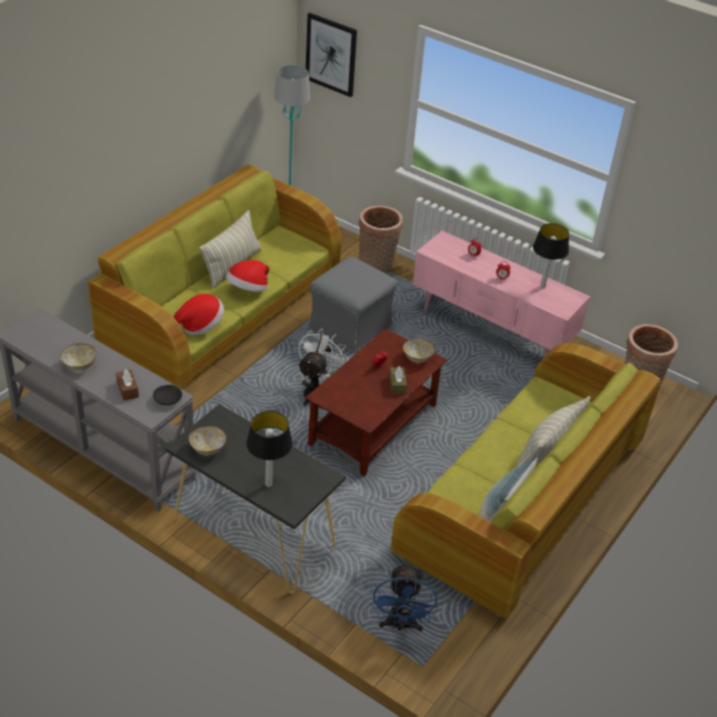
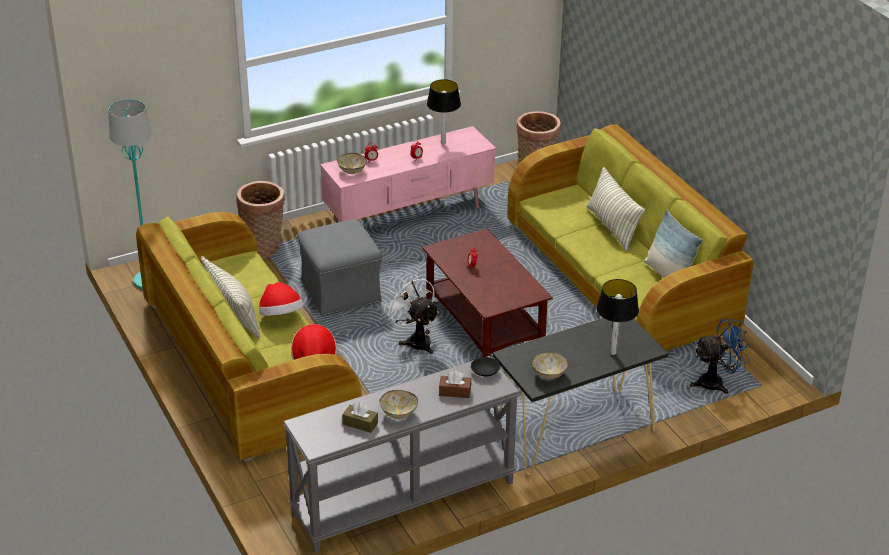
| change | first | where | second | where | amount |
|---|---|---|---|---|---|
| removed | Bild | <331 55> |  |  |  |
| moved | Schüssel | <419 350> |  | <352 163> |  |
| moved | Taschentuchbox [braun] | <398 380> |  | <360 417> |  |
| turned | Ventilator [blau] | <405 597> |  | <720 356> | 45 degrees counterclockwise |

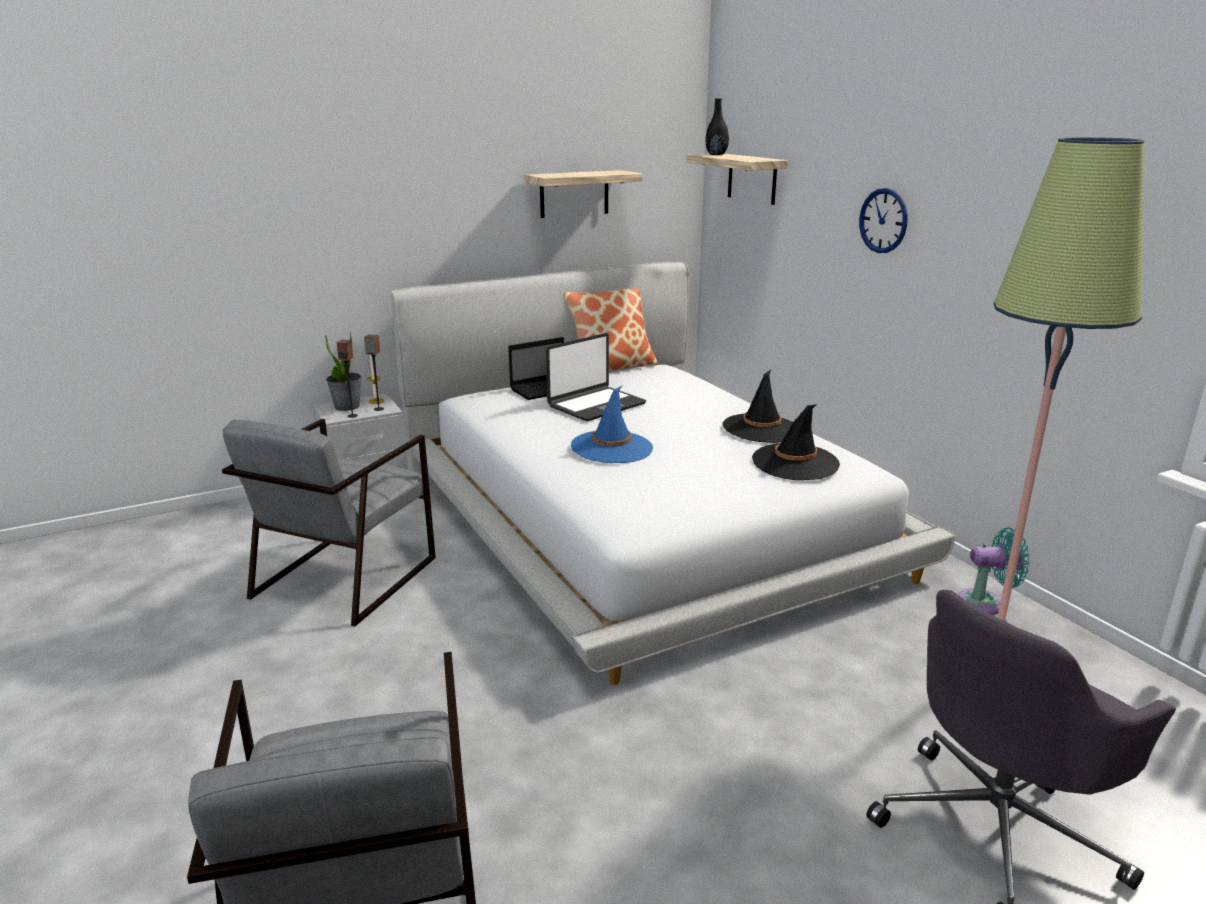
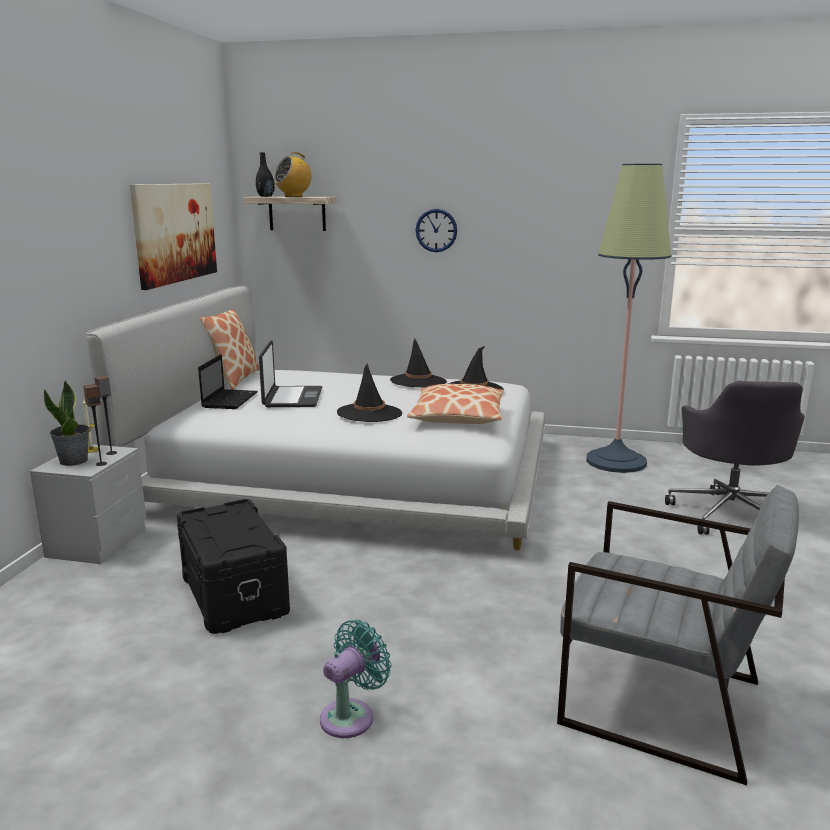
| change | first | where | second | where | amount |
|---|---|---|---|---|---|
| replaced | Wandregal | <584 194> | Bild | <173 236> |  |
| recoloured | Hut [blau] | <612 424> | Hut [schwarz] | <369 392> |  |
| replaced | Sessel [grau] | <329 523> | Aufbewahrungsbox [schwarz] | <233 566> |  |
| moved | Ventilator [türkis] | <993 571> |  | <356 679> |  |
| added |  |  | Radio | <292 174> |  |
| added |  |  | Kissen | <455 404> |  |

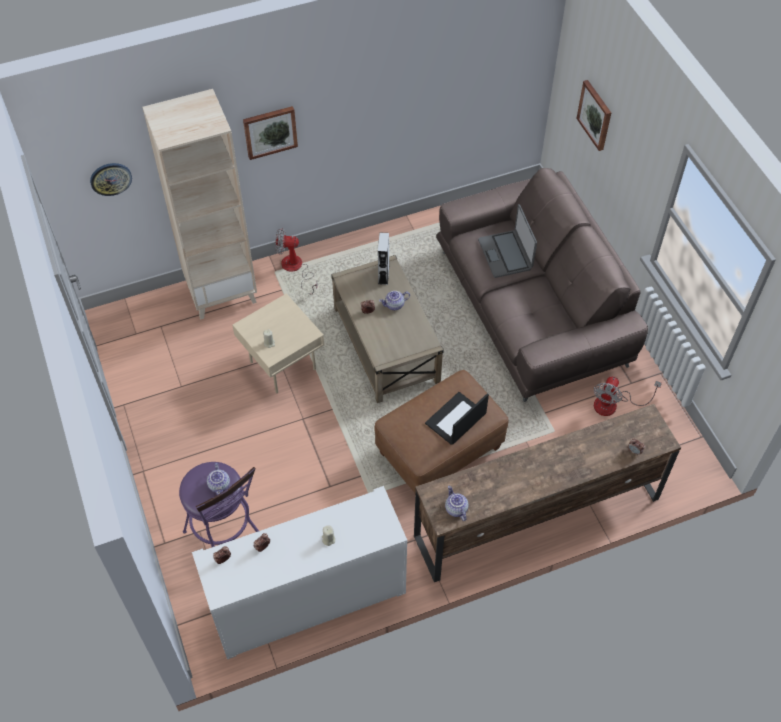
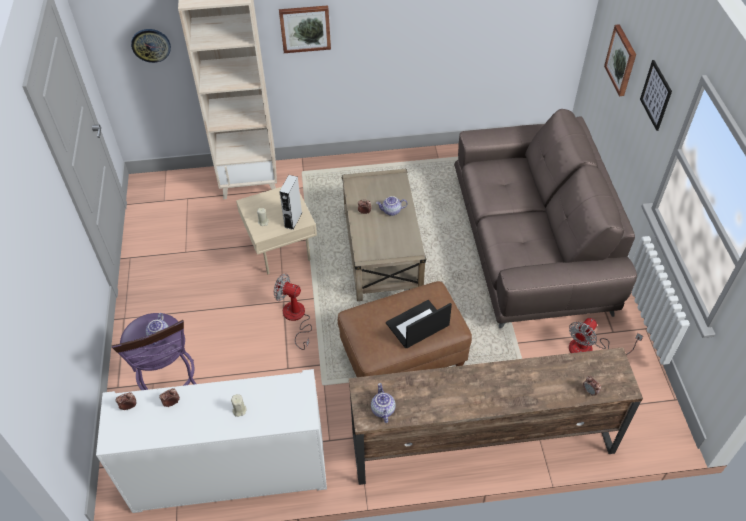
| change | first | where | second | where | amount |
|---|---|---|---|---|---|
| removed | Laptop | <507 241> |  |  |  |
| moved | Ventilator | <296 261> |  | <293 311> |  |
| moved | Lautsprecher [grau] | <383 258> |  | <290 202> |  |
| added |  |  | Bild | <656 95> |  |

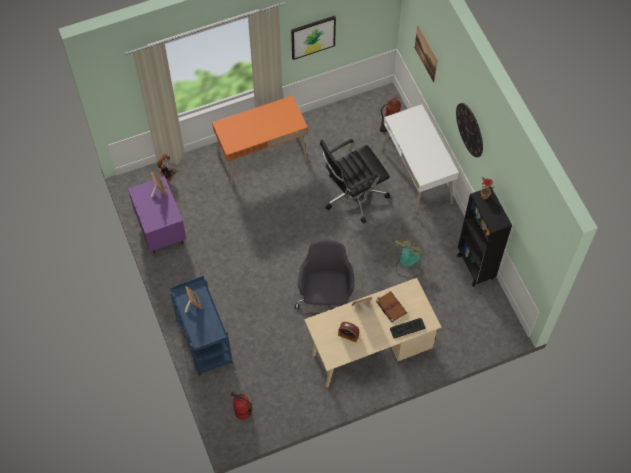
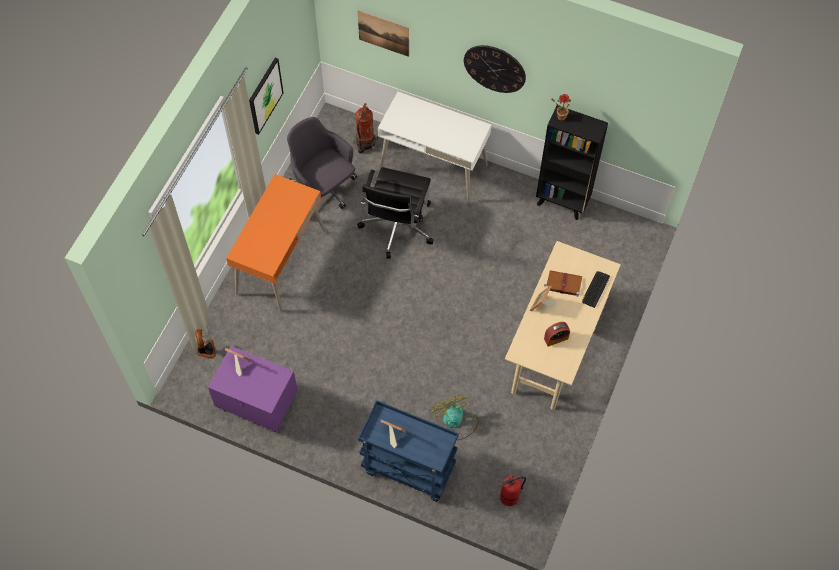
| change | first | where | second | where | amount |
|---|---|---|---|---|---|
| moved | Ventilator | <408 258> |  | <455 417> |  |
| moved | Bürostuhl [grau] | <324 275> |  | <322 163> |  |

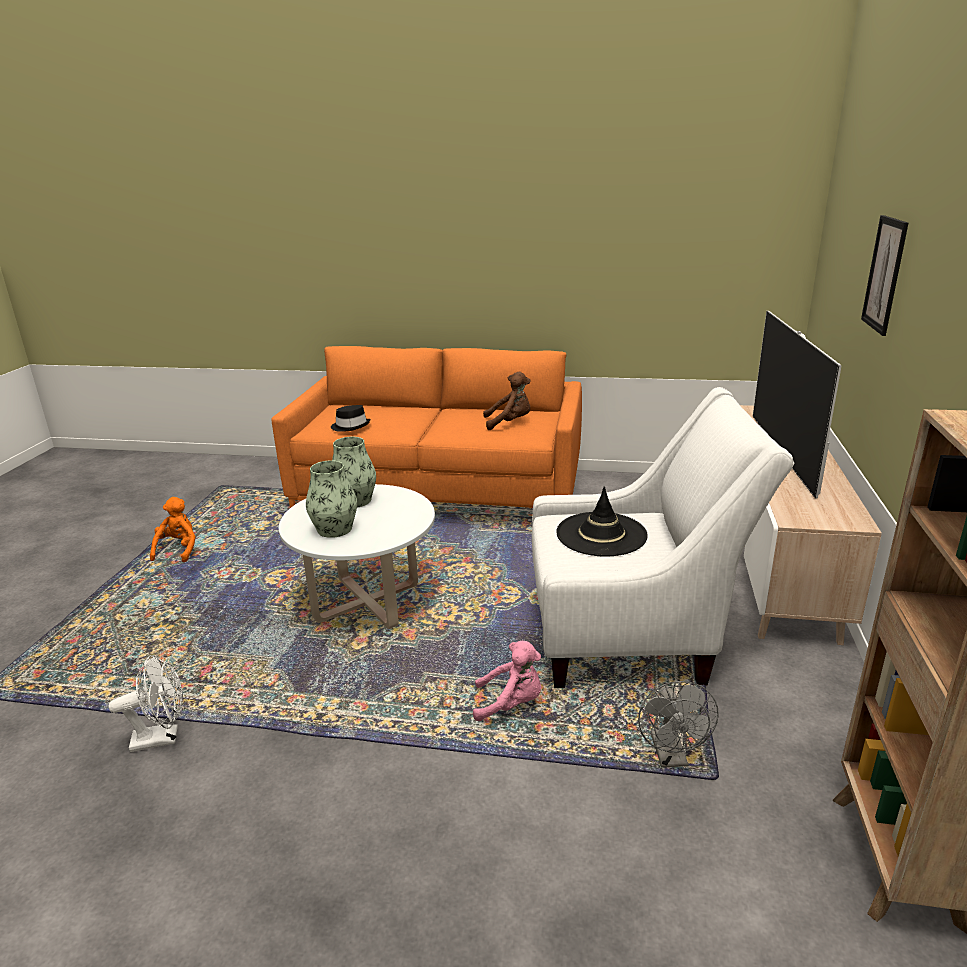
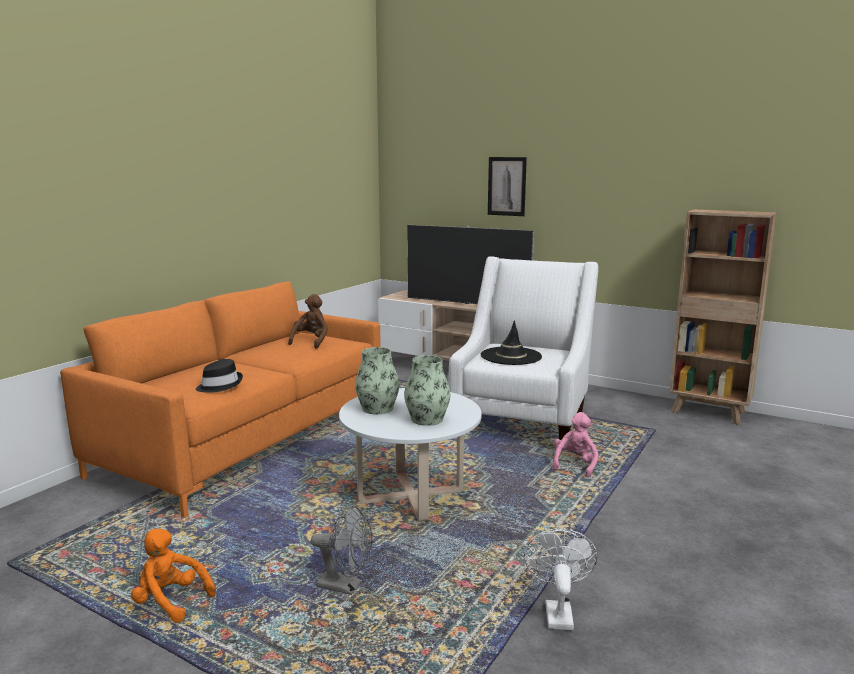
| change | first | where | second | where | amount |
|---|---|---|---|---|---|
| moved | Ventilator [grau] | <678 724> |  | <341 550> |  |

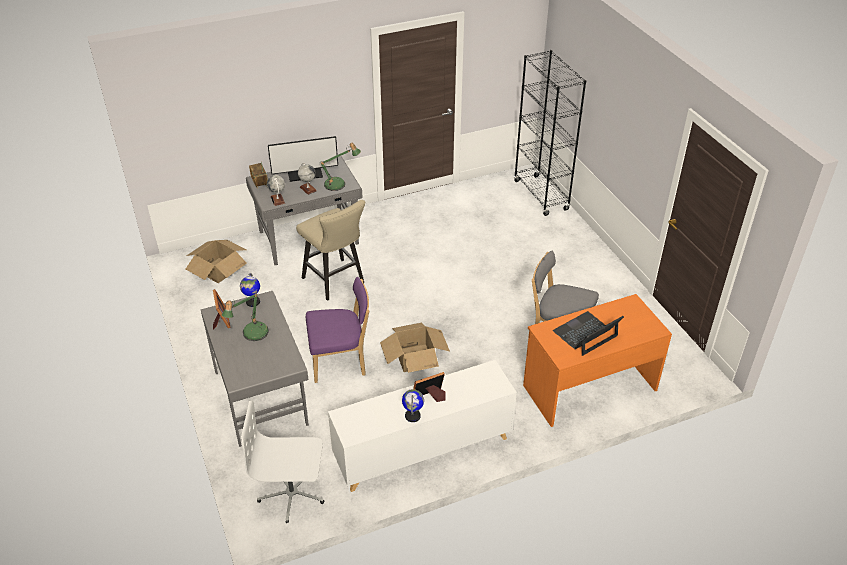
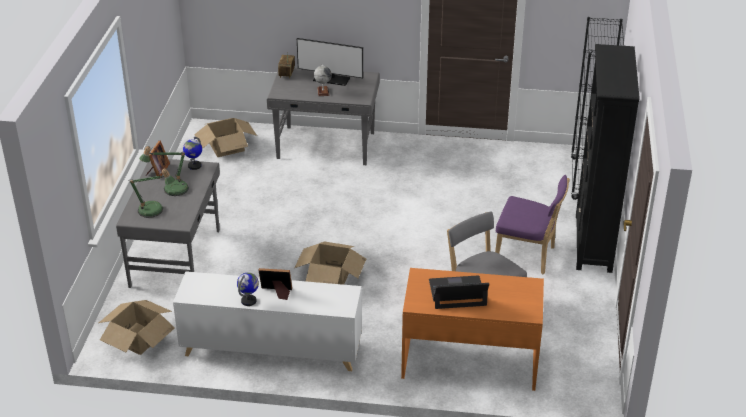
| change | first | where | second | where | amount |
|---|---|---|---|---|---|
| moved | Tischlampe | <341 167> |  | <151 193> |  |
| removed | Globus | <276 190> |  |  |  |
| removed | Hocker [beige] | <330 250> |  |  |  |
| moved | Stuhl [lila] | <338 330> |  | <532 225> |  |
| replaced | Bürostuhl [weiß] | <282 462> | Karton | <137 327> |  |
| added |  |  | Bücherregal [schwarz] | <608 158> |  |

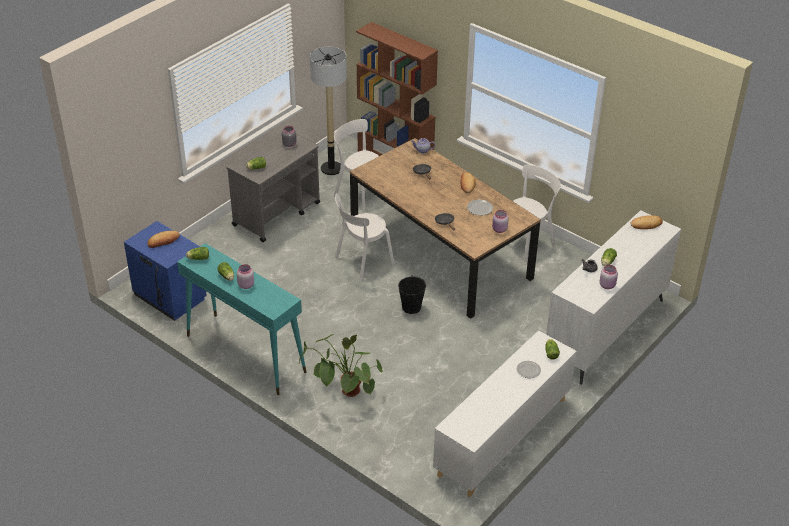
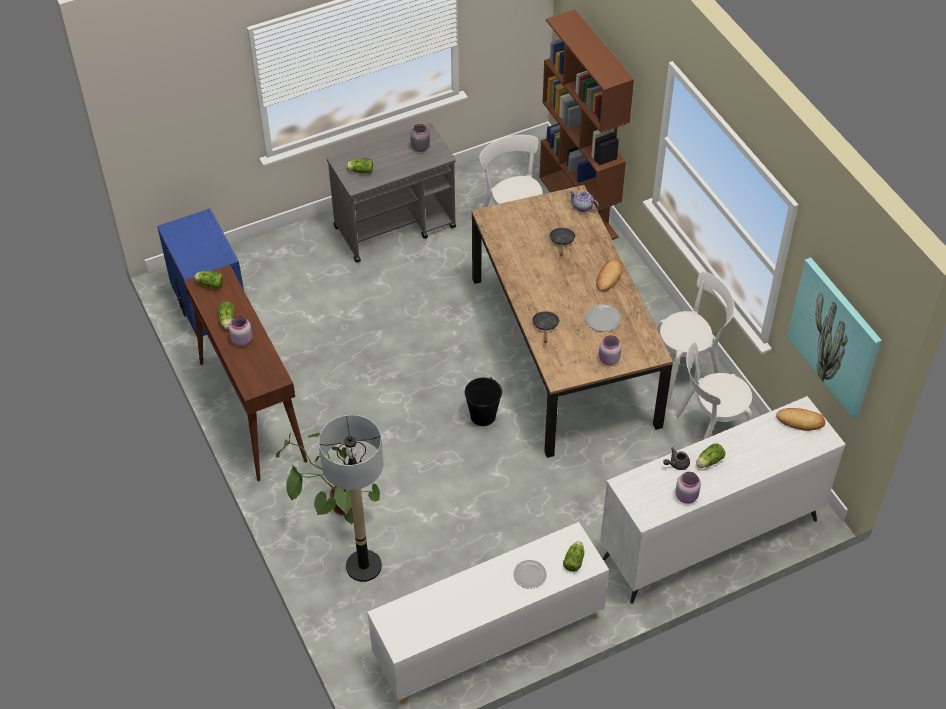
| change | first | where | second | where | amount |
|---|---|---|---|---|---|
| moved | Stehlampe | <328 111> |  | <351 498> |  |
| moved | Stuhl [weiß] | <365 237> |  | <713 391> |  |
| removed | Brot | <163 239> |  |  |  |
| recoloured | Konsolentisch [türkis] | <241 319> | Konsolentisch [braun] | <246 373> |  |
| added |  |  | Bild | <834 337> |  |

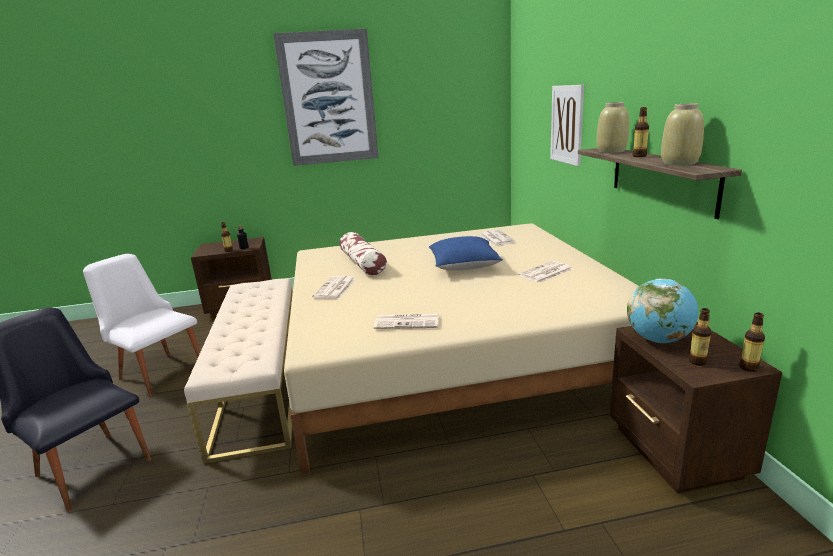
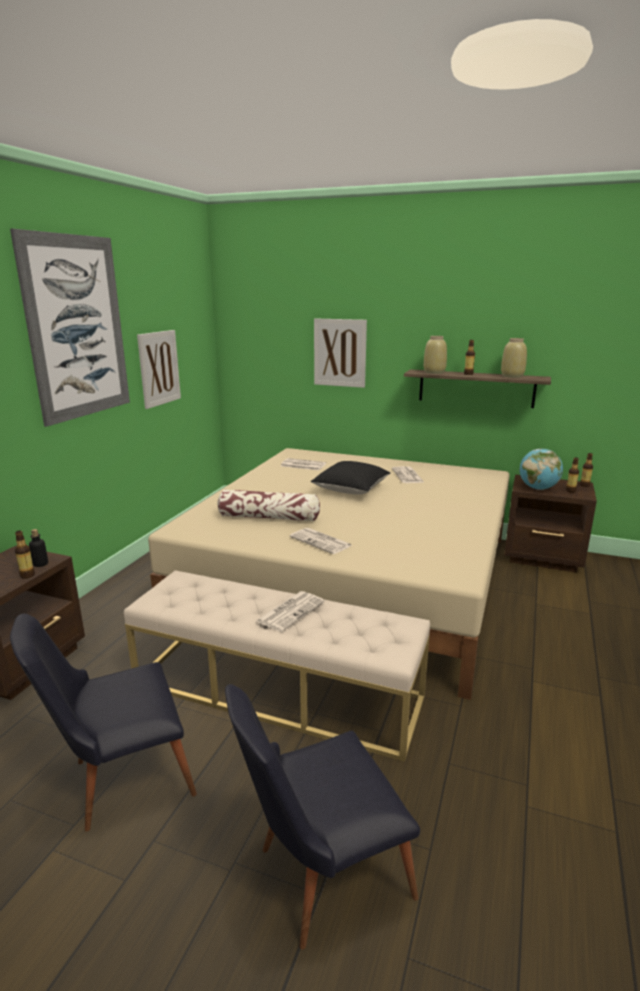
| change | first | where | second | where | amount |
|---|---|---|---|---|---|
| recoloured | Kissen [blau] | <466 253> | Kissen [schwarz] | <350 478> |  |
| recoloured | Stuhl [weiß] | <141 325> | Stuhl [schwarz] | <103 722> |  |
| moved | Zeitung | <406 321> |  | <290 611> |  |
| added |  |  | Bild | <159 369> |  |

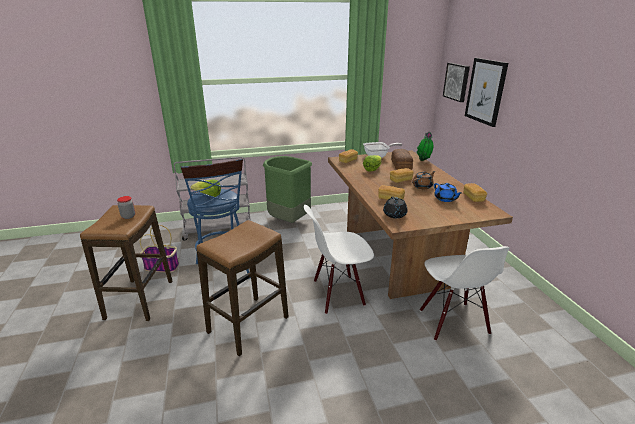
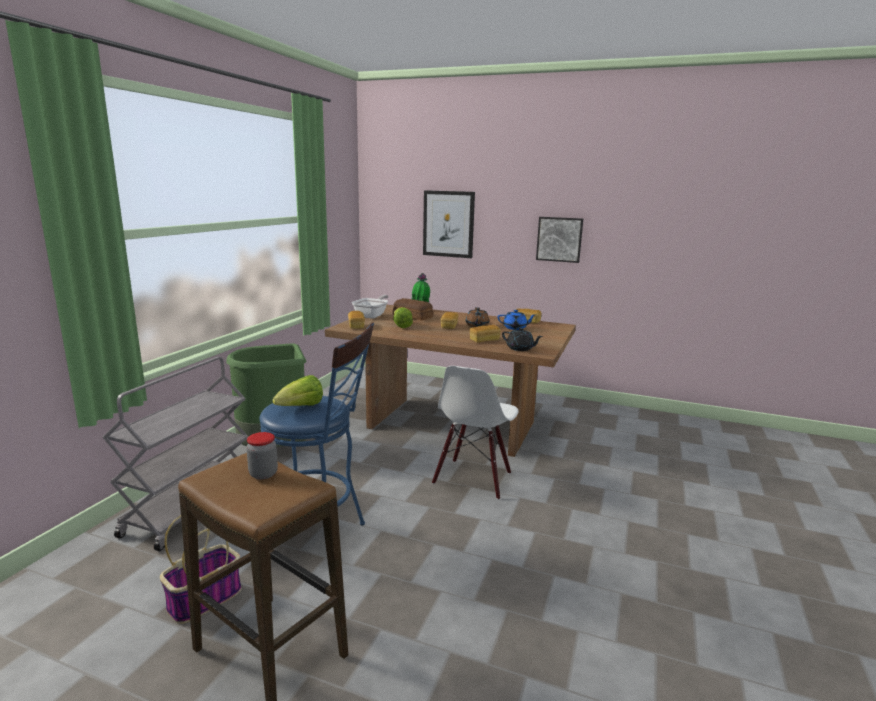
| change | first | where | second | where | amount |
|---|---|---|---|---|---|
| moved | Bild | <456 82> |  | <559 240> |  |
| removed | Hocker | <242 288> |  |  |  |
| removed | Stuhl [weiß] | <465 293> |  |  |  |

